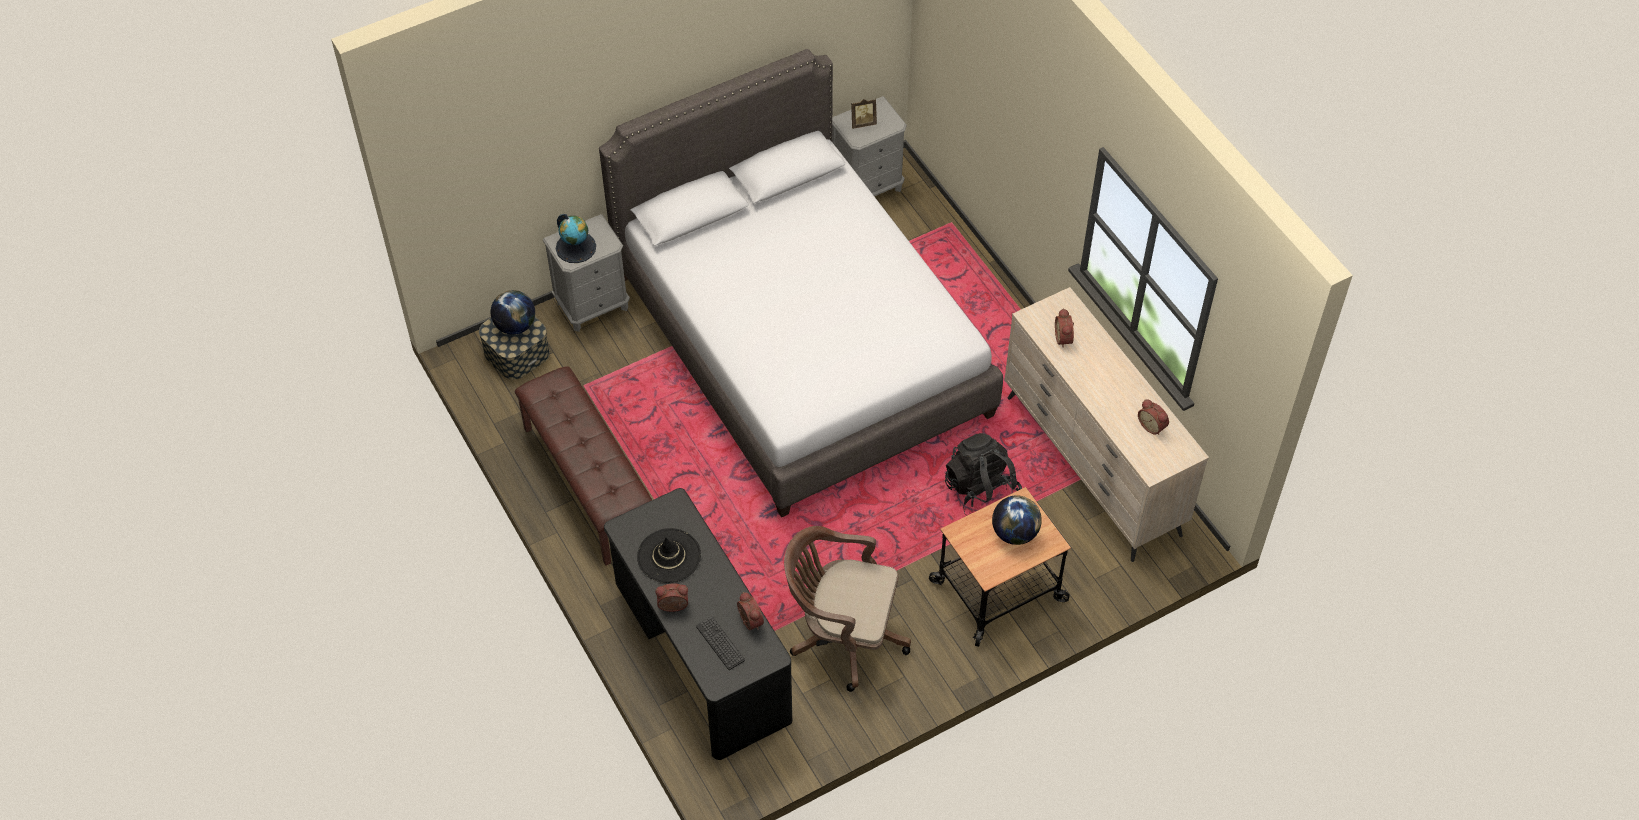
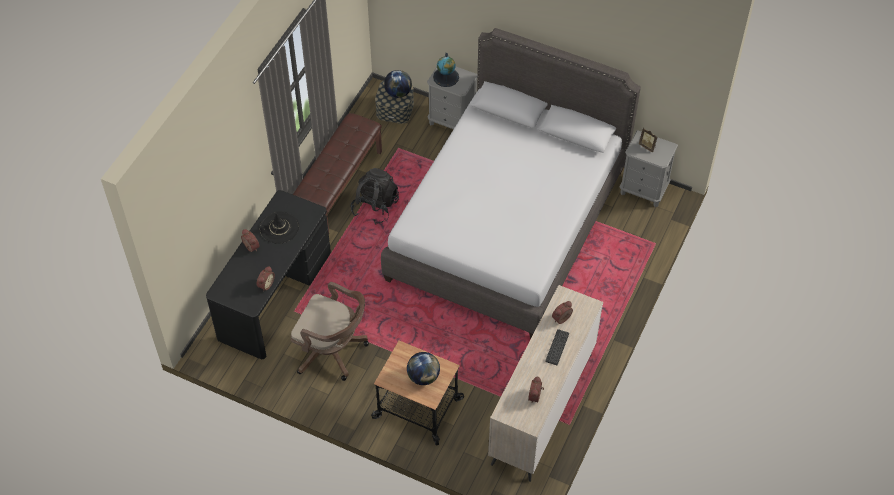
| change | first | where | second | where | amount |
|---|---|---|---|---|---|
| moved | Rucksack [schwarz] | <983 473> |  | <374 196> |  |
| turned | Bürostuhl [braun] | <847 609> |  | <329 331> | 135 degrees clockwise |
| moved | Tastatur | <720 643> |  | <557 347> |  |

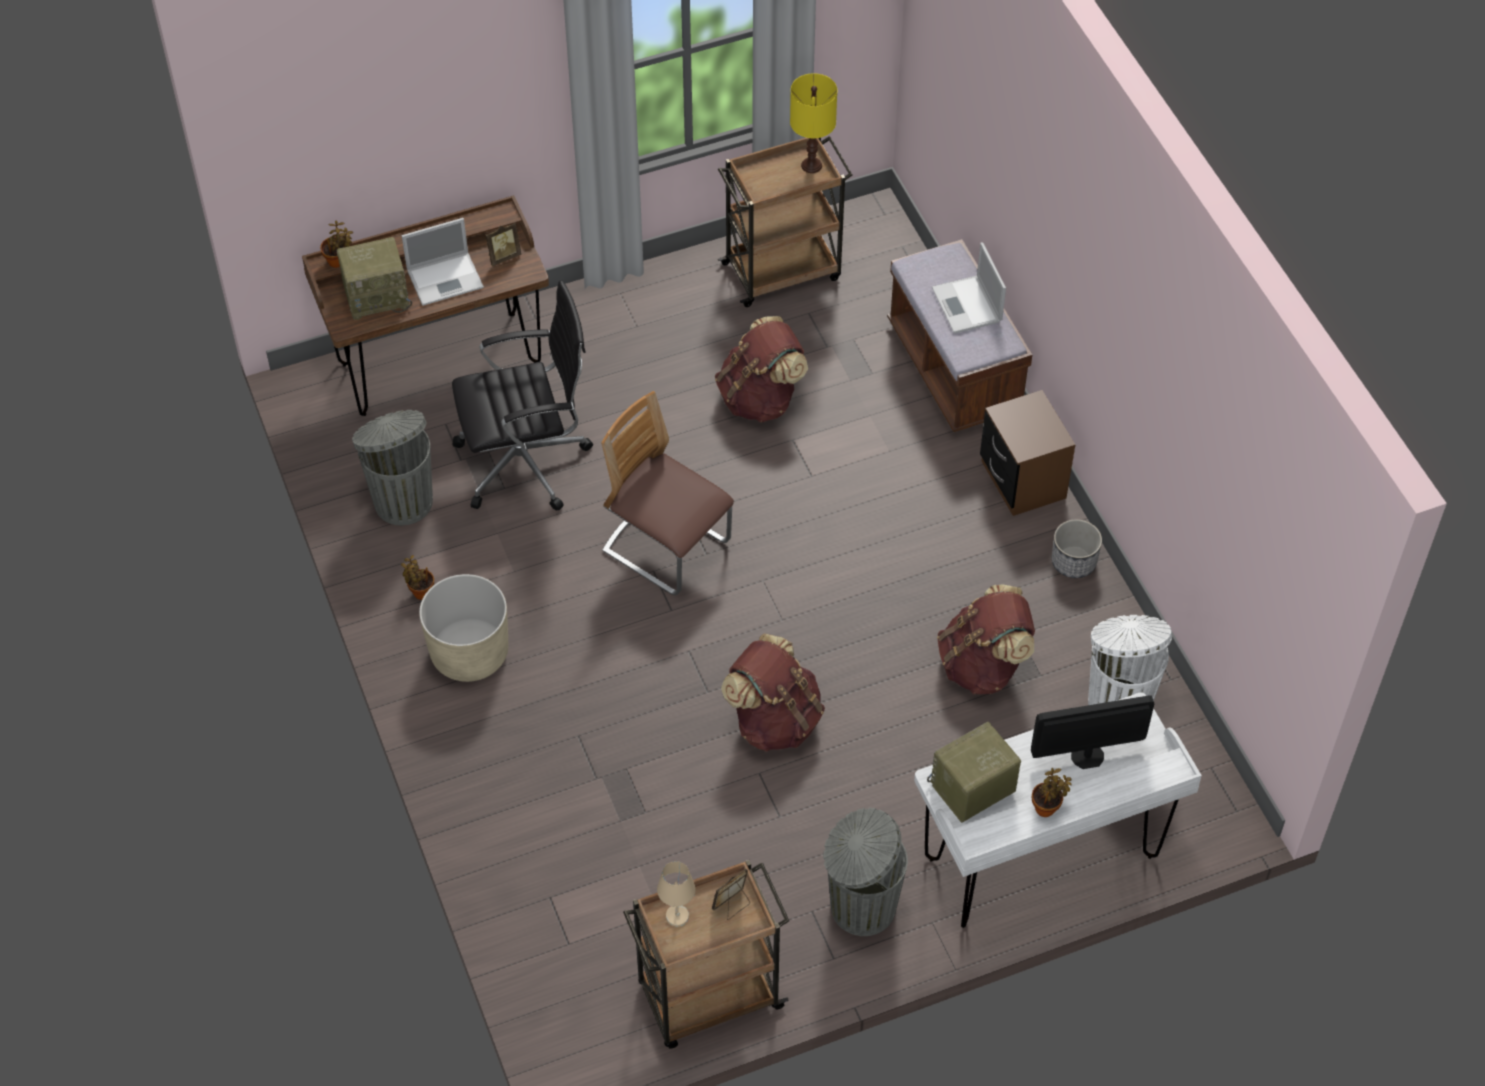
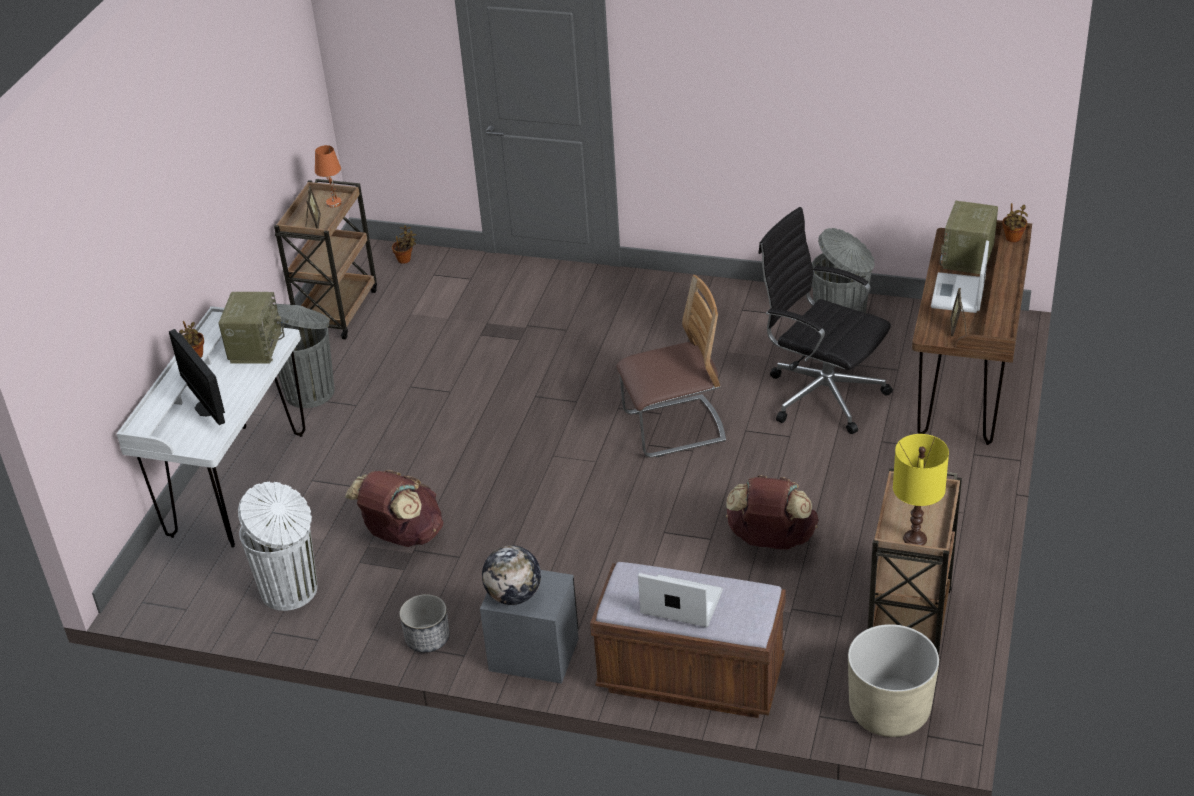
| change | first | where | second | where | amount |
|---|---|---|---|---|---|
| turned | Bürostuhl [schwarz] | <522 395> |  | <825 320> | 105 degrees clockwise |
| recoloured | Nachttisch [braun] | <1027 453> | Nachttisch [grau] | <529 627> |  |
| moved | Topfpflanze | <417 577> |  | <404 244> |  |
| moved | Pflanzkübel [beige] | <463 628> |  | <893 680> |  |
| removed | Rucksack [braun] | <773 692> |  |  |  |
| turned | Monitor | <1092 732> |  | <197 377> | 120 degrees clockwise |
| recoloured | Tischlampe [beige] | <676 894> | Tischlampe [orange] | <328 176> |  |
| added |  |  | Globus | <511 575> |  |

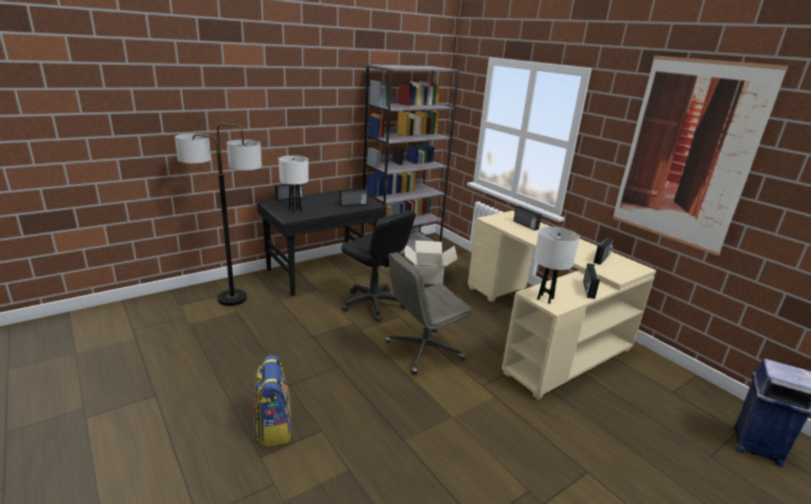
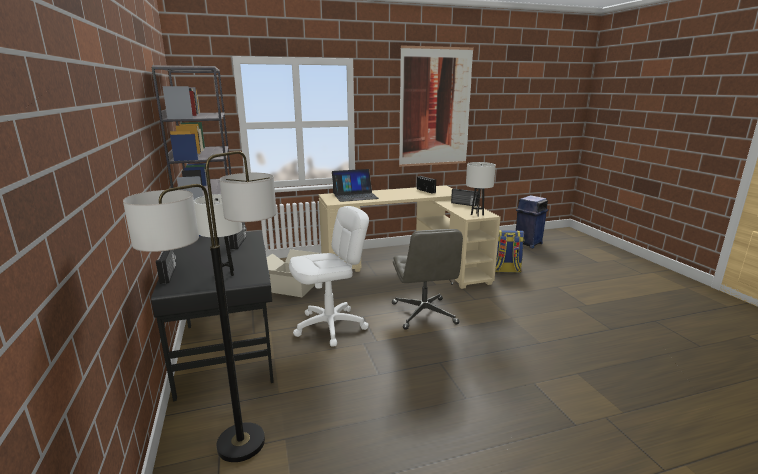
| change | first | where | second | where | amount |
|---|---|---|---|---|---|
| replaced | Radio | <527 218> | Laptop | <355 185> |  |
| recoloured | Bürostuhl [schwarz] | <378 265> | Bürostuhl [weiß] | <329 276> |  |
| moved | Rucksack | <273 401> |  | <509 251> |  |

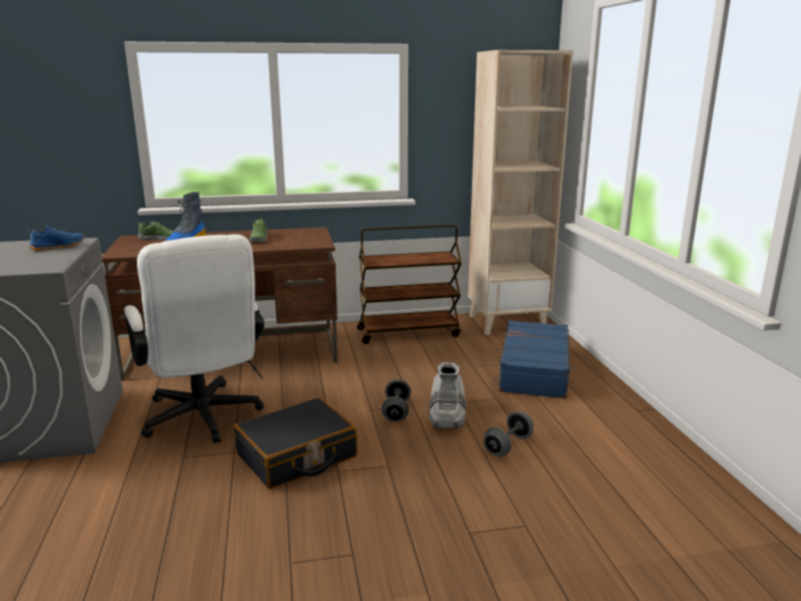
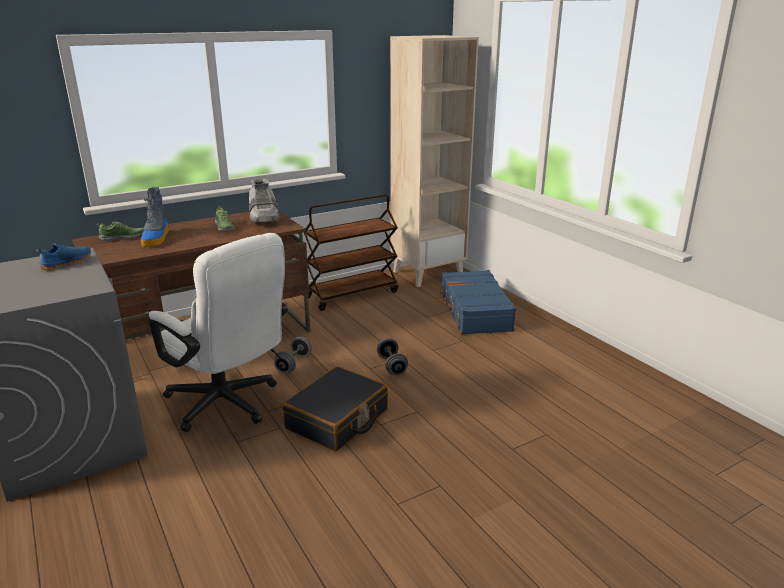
| change | first | where | second | where | amount |
|---|---|---|---|---|---|
| moved | Stiefel [grau] | <447 395> |  | <264 201> |  |
| moved | Hantel [grau] | <508 433> |  | <293 355> |  |

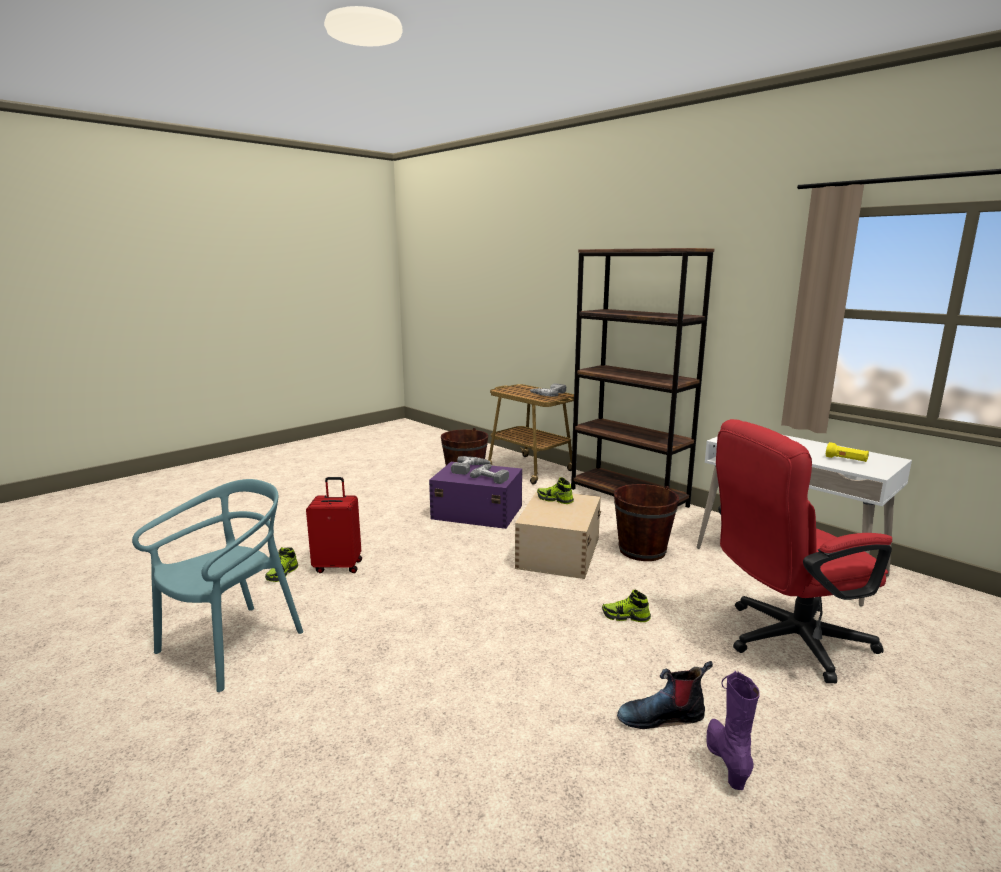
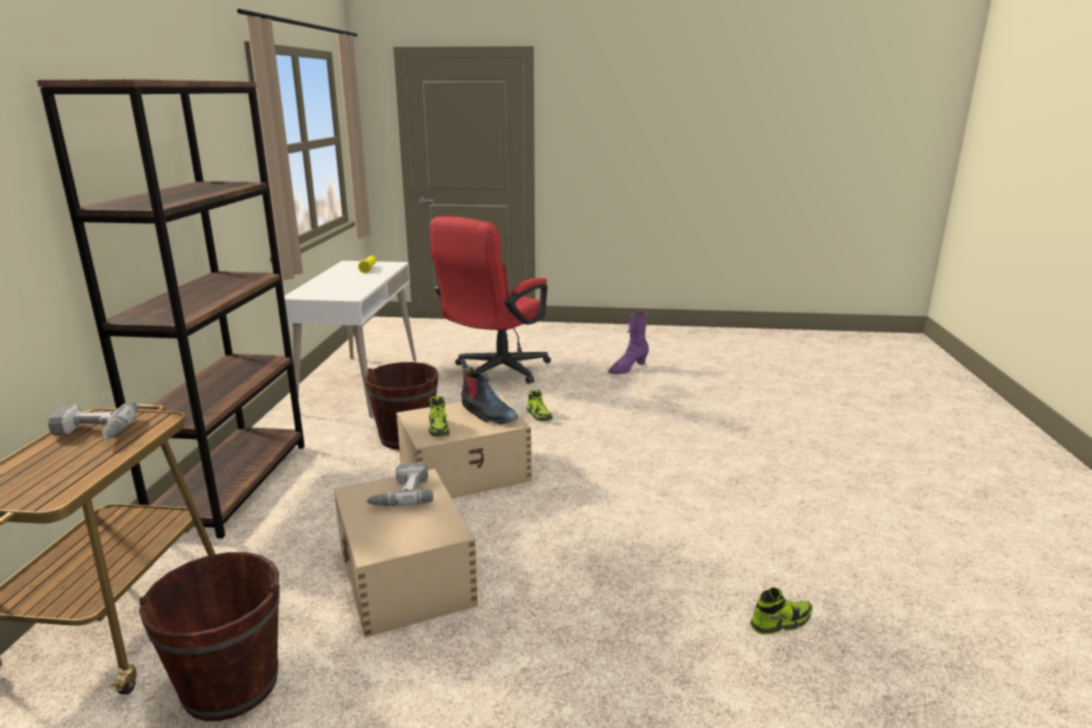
| change | first | where | second | where | amount |
|---|---|---|---|---|---|
| turned | Bürostuhl [rot] | <804 551> |  | <490 300> | 90 degrees clockwise |
| removed | Bohrmaschine | <471 465> |  |  |  |
| recoloured | Aufbewahrungsbox [lila] | <475 495> | Aufbewahrungsbox [beige] | <406 552> |  |
| removed | Koffer [rot] | <334 525> |  |  |  |
| removed | Stuhl [türkis] | <217 585> |  |  |  |
| moved | Stiefel | <665 695> |  | <489 391> |  |

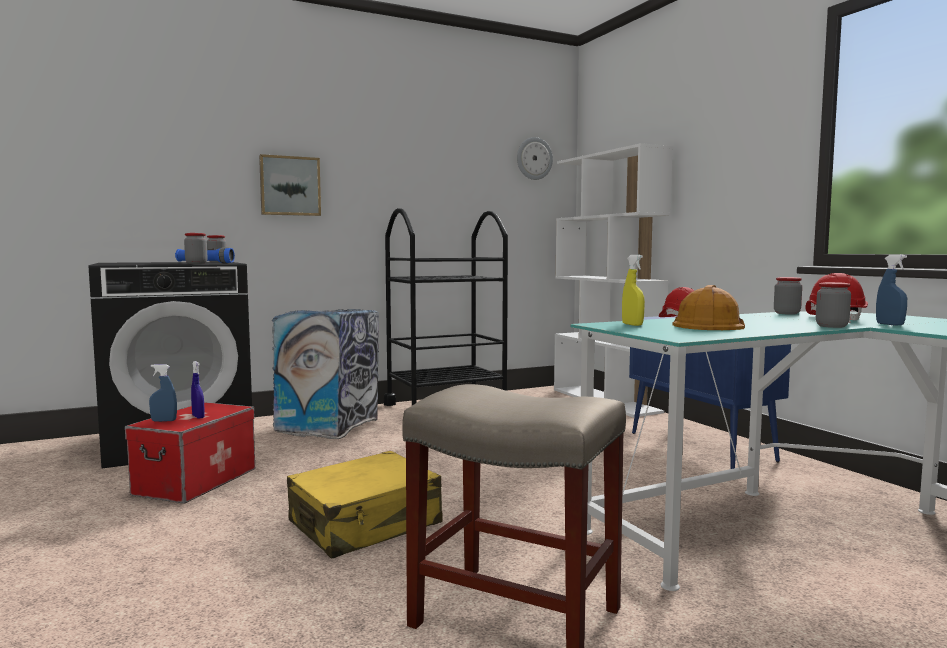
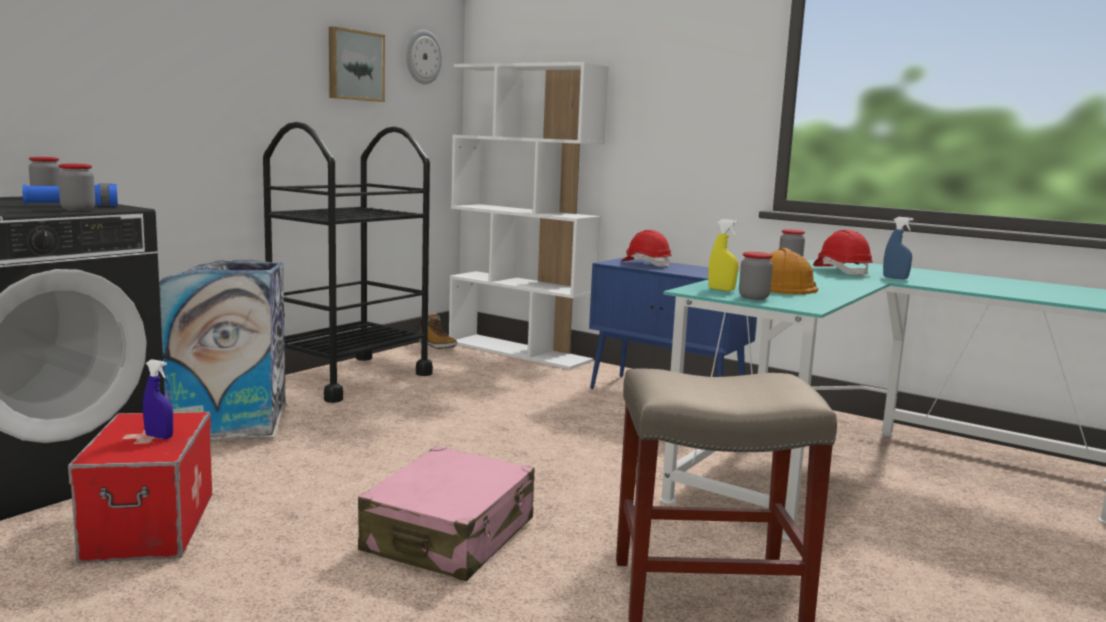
| change | first | where | second | where | amount |
|---|---|---|---|---|---|
| moved | Bild | <290 185> |  | <357 64> |  |
| moved | Vorratsglas | <833 305> |  | <756 276> |  |
| removed | Sprühflasche [blau] | <163 393> |  |  |  |
| recoloured | Koffer [gelb] | <365 504> | Koffer [rosa] | <446 513> |  |
| added |  |  | Stiefel | <438 331> |  |

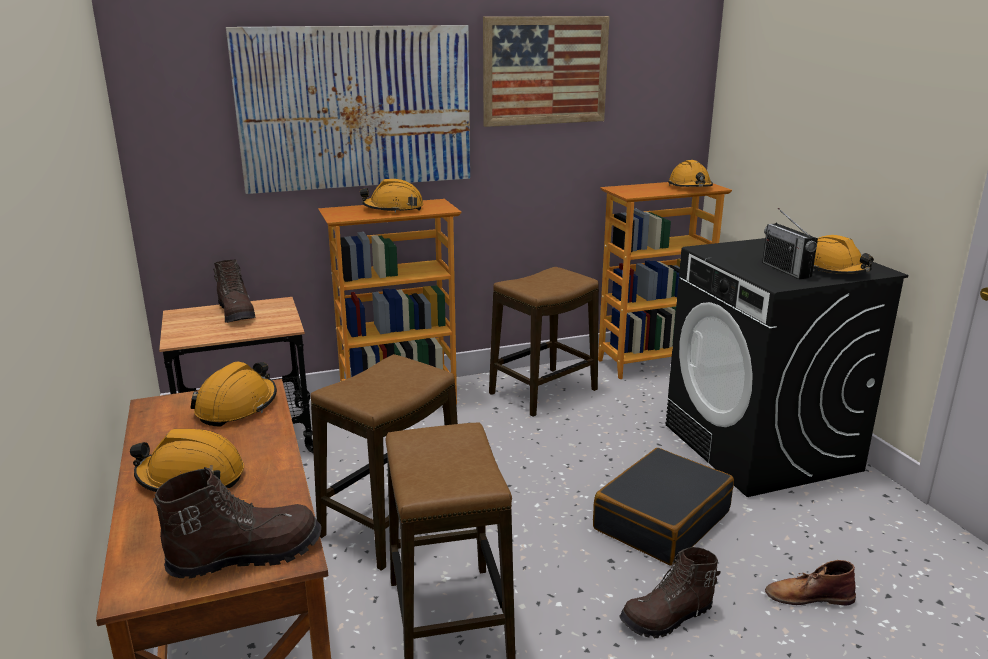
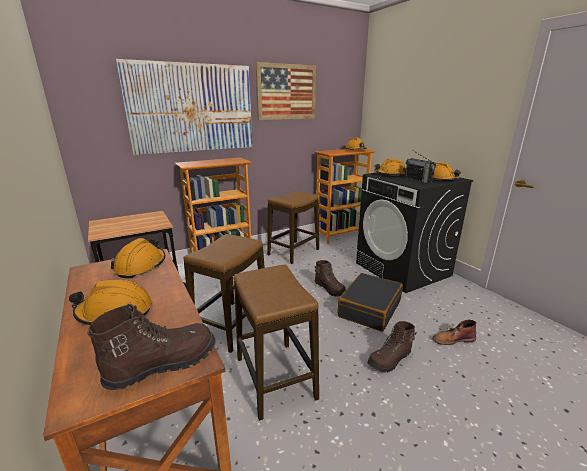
| change | first | where | second | where | amount |
|---|---|---|---|---|---|
| moved | Schutzhelm [orange] | <391 196> |  | <390 167> |  |
| moved | Stiefel [braun] | <234 291> |  | <330 278> |  |

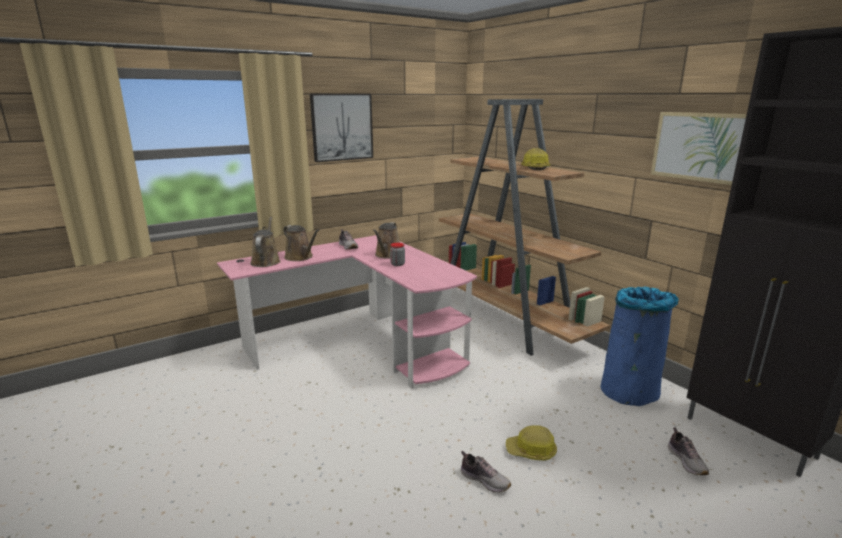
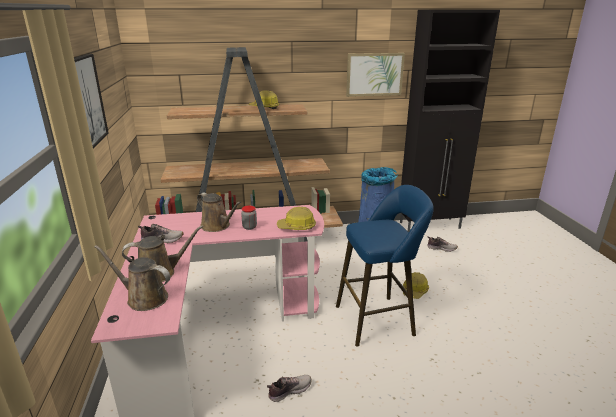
| change | first | where | second | where | amount |
|---|---|---|---|---|---|
| moved | Schuh | <486 472> |  | <289 388> |  |
| added |  |  | Hocker [blau] | <385 266> |  |
| added |  |  | Schutzhelm | <296 218> |  |

